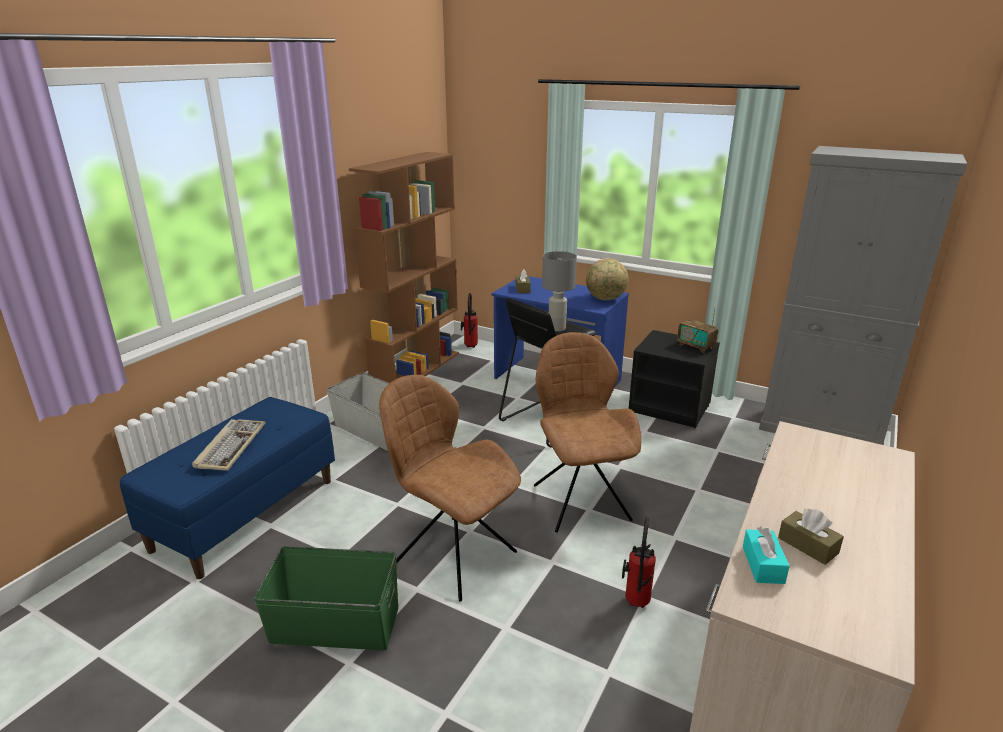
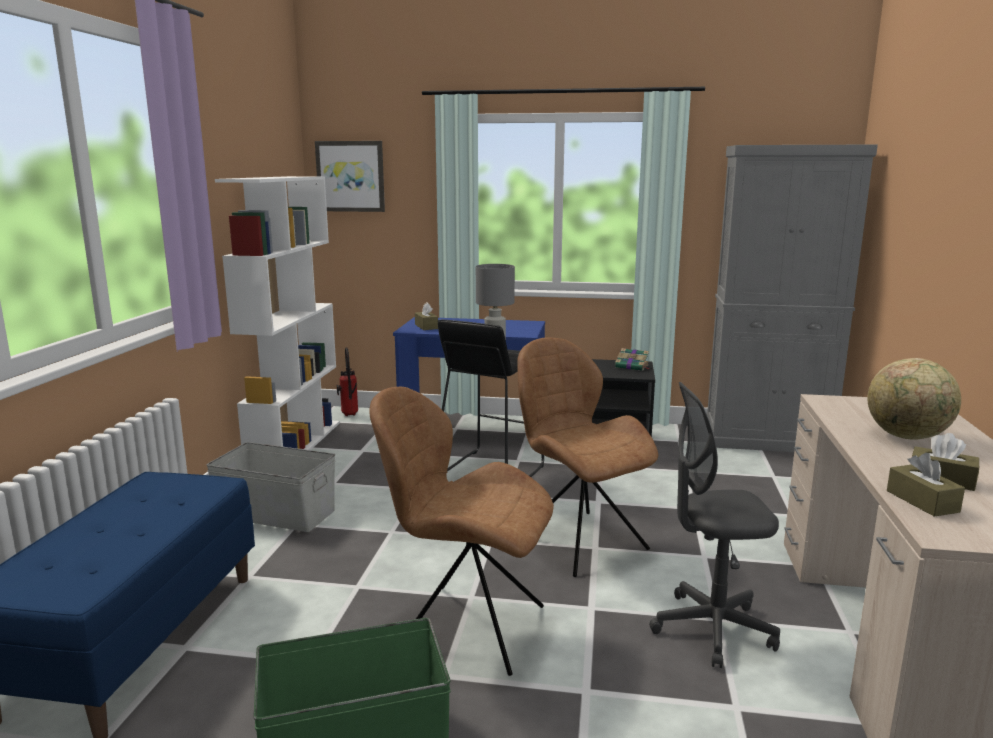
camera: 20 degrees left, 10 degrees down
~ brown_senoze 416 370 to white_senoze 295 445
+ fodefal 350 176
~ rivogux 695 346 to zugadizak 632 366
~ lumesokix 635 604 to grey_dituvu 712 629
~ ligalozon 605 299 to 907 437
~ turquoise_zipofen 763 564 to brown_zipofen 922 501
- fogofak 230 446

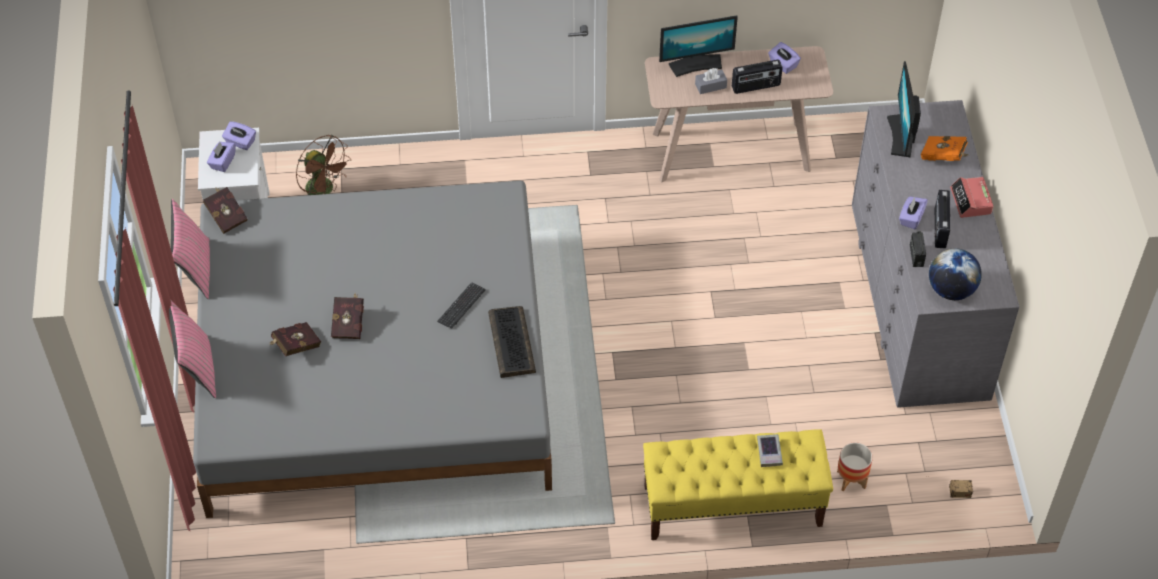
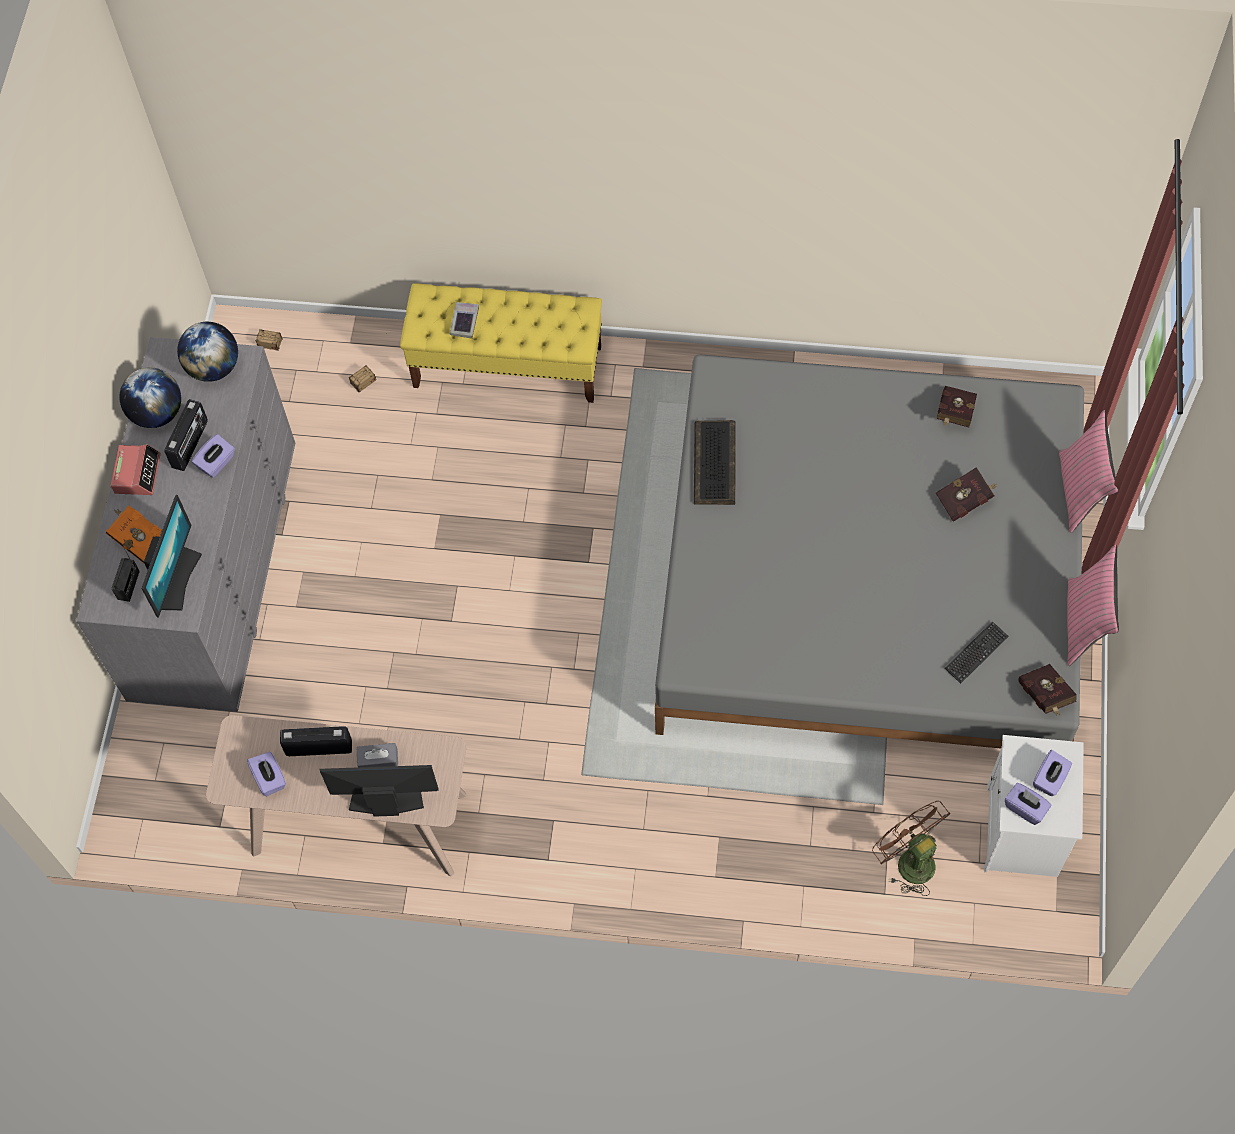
camera: 165 degrees left, 10 degrees up
~ rivogux 916 255 to 128 585
+ ligalozon 157 413
~ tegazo 851 479 to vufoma 375 373
~ red_zugadizak 349 323 to 954 415
~ fogofak 461 306 to 976 653

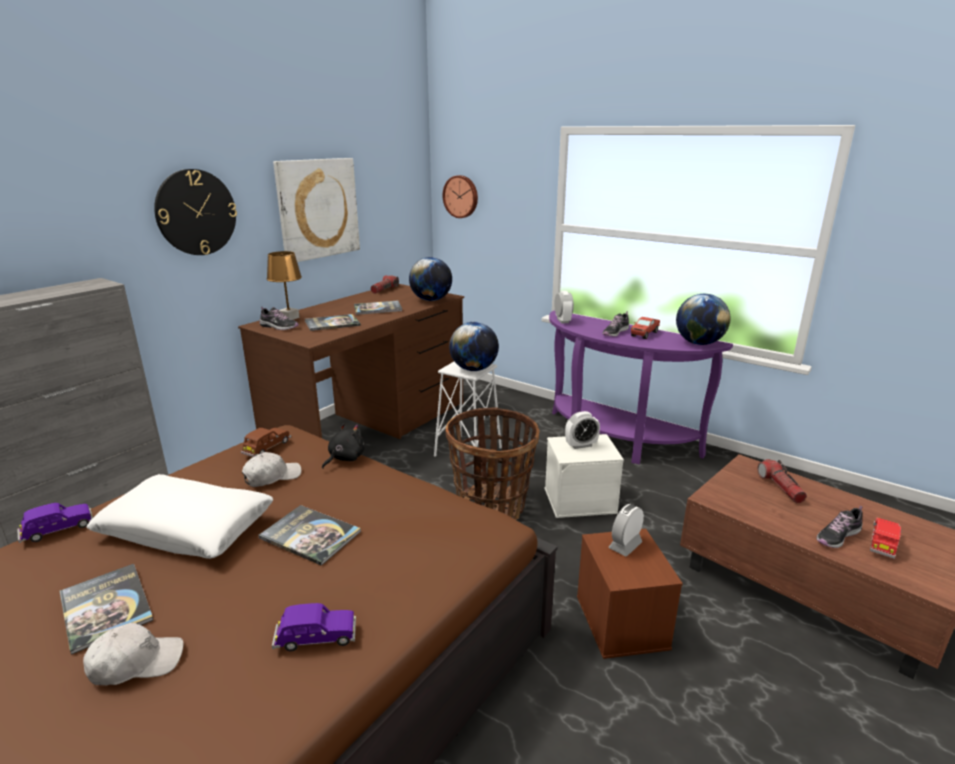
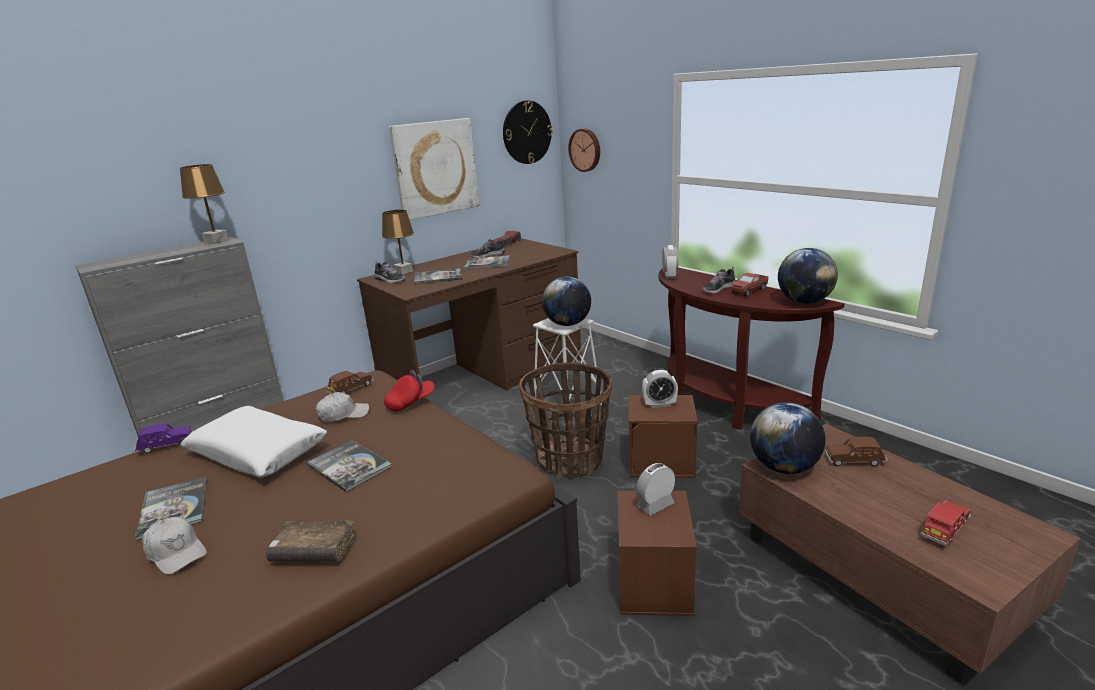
camera: 15 degrees right, 0 degrees up
~ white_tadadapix 136 663 = 176 552 45 degrees clockwise
+ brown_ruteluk 216 241
~ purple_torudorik 316 638 to brown_zugadizak 314 551
~ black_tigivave 345 458 to red_tadadapix 410 402
~ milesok 837 536 to 487 255
~ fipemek 196 212 to 527 132
~ white_vufoma 580 500 to brown_vufoma 662 461
~ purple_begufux 614 441 to brown_begufux 724 404
~ ligalozon 431 300 to 784 467
~ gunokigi 780 487 to brown_torudorik 854 461

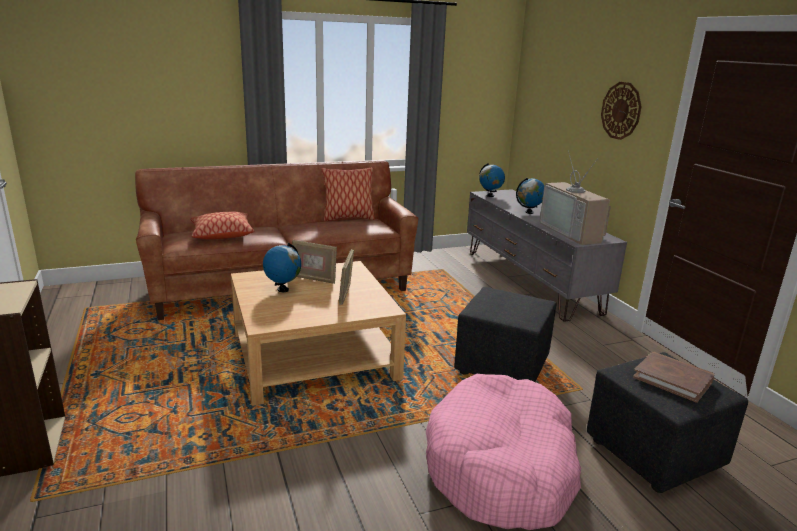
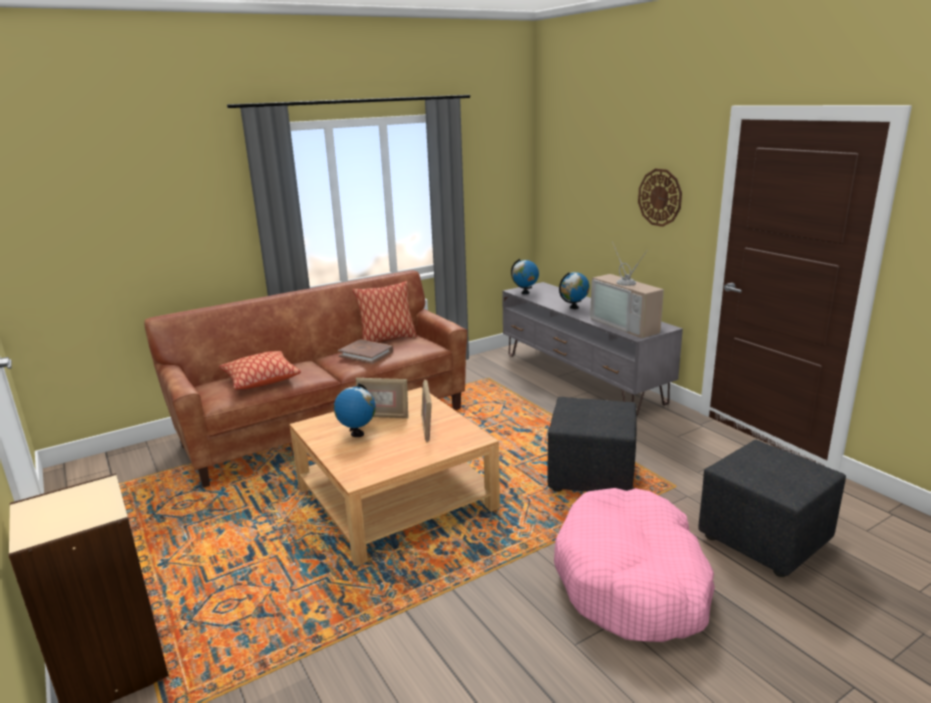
camera: 10 degrees left, 0 degrees up
~ brown_zugadizak 672 379 to 366 354

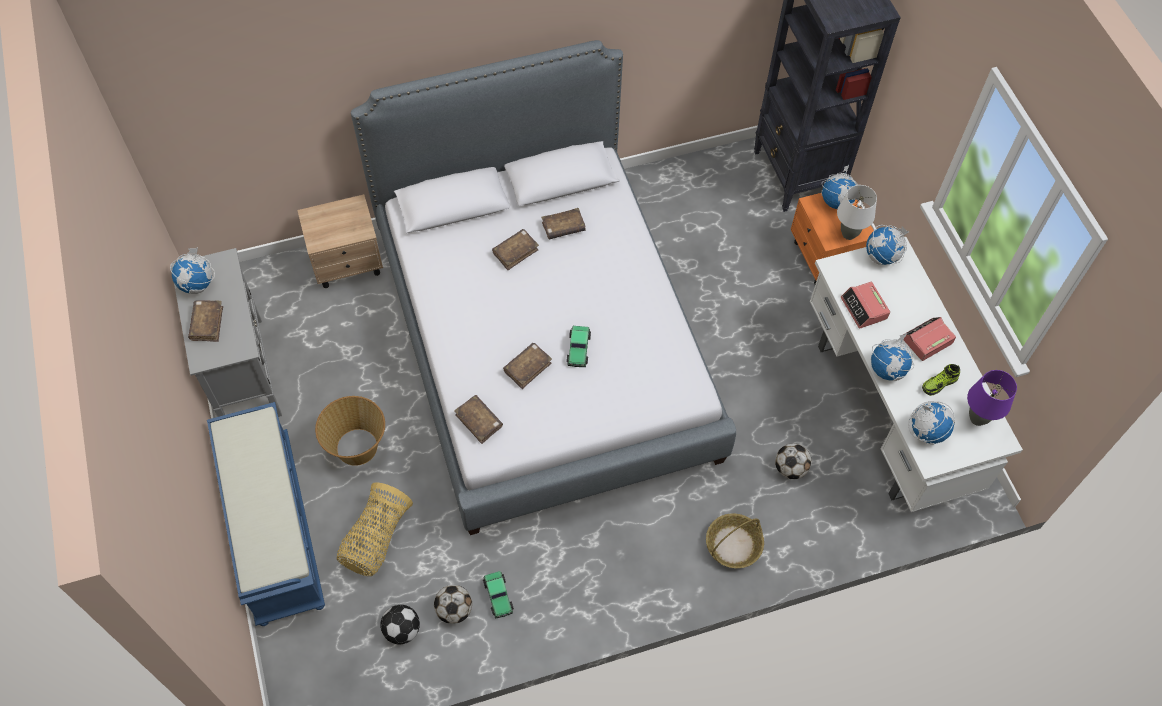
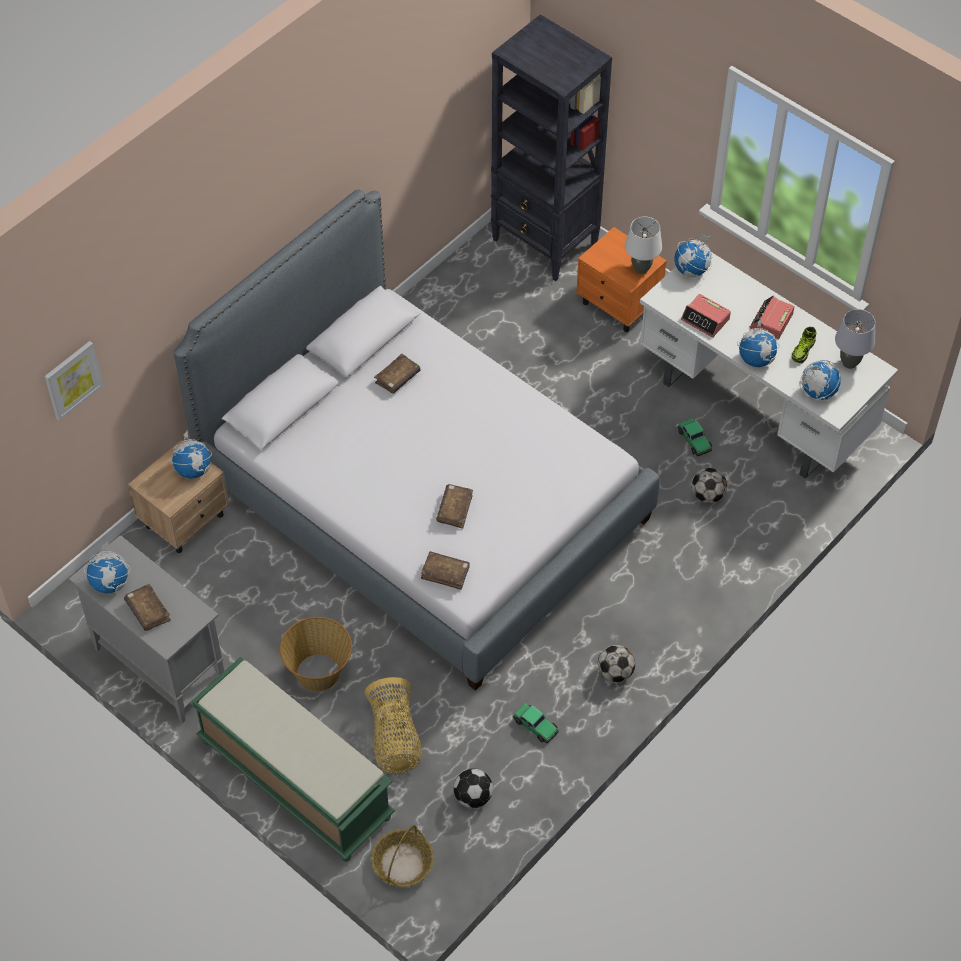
camera: 30 degrees left, 5 degrees down
+ fodefal 72 379
~ ligalozon 836 202 to 193 470
~ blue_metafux 273 528 to green_metafux 293 779
~ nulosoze 733 545 to 402 863
~ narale 454 610 to 615 673
~ torudorik 578 349 to 694 440
~ purple_ruteluk 977 418 to grey_ruteluk 849 363
- brown_zugadizak 515 252

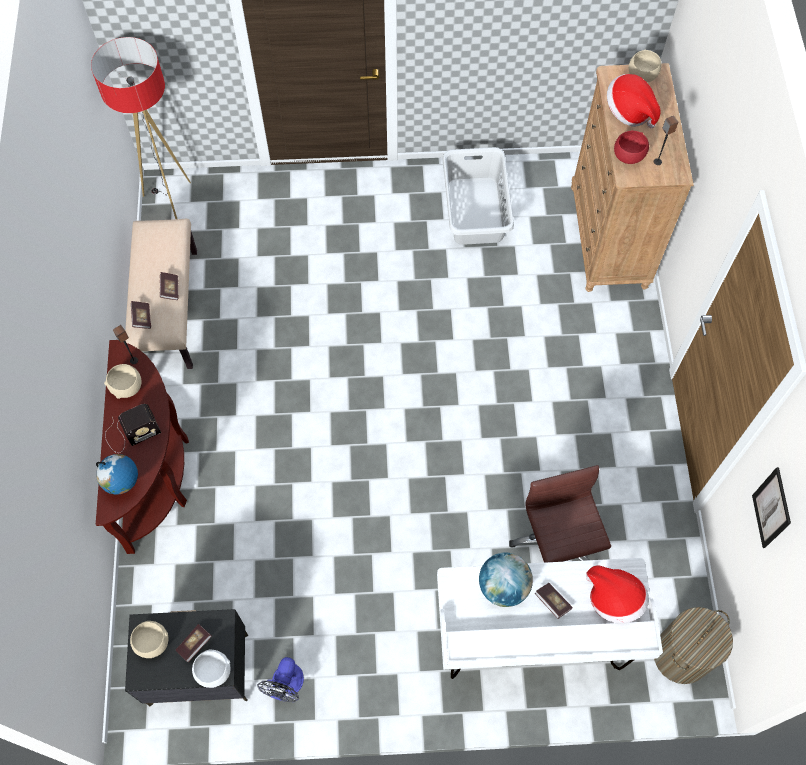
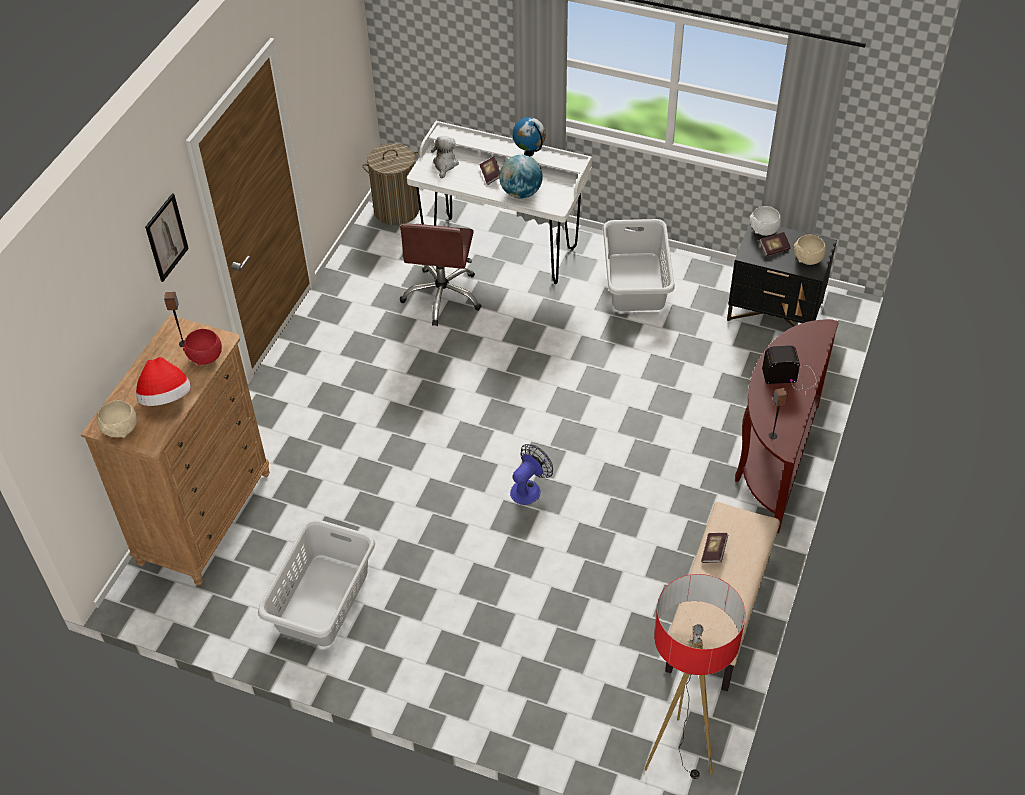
camera: 155 degrees left, 15 degrees down
~ fodefal 771 508 to 166 237
~ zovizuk 614 598 to tigivave 445 164
~ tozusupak 286 685 to 529 488
~ ligalozon 124 484 to 529 153
+ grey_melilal 635 282
- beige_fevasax 127 387
- zugadizak 142 318

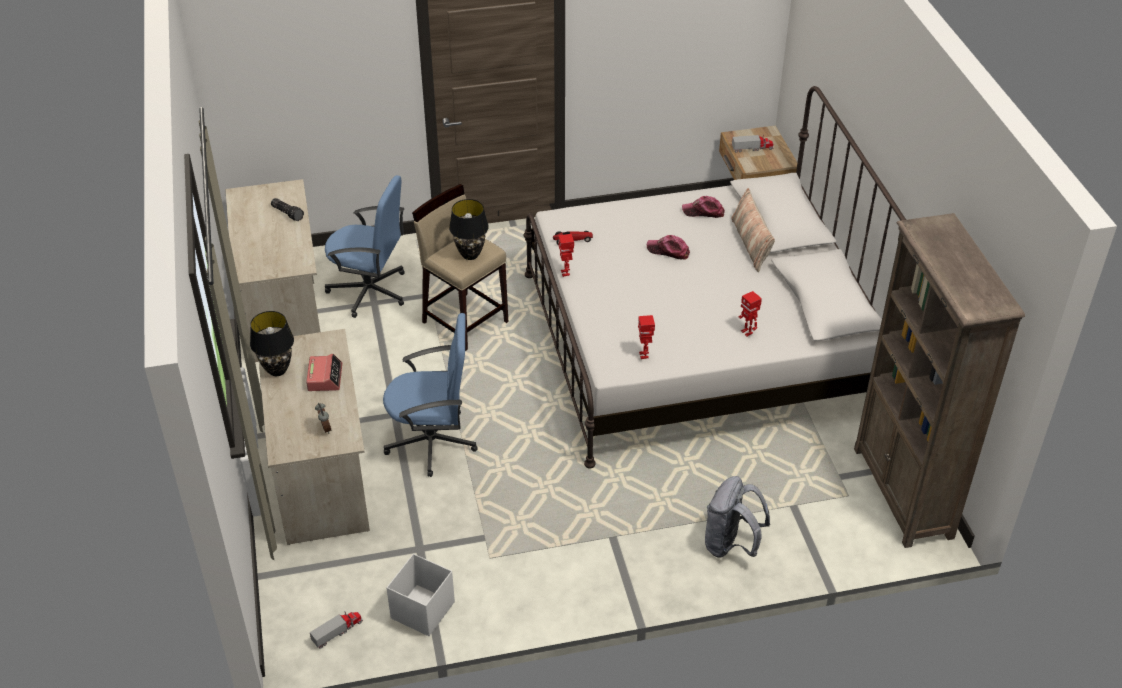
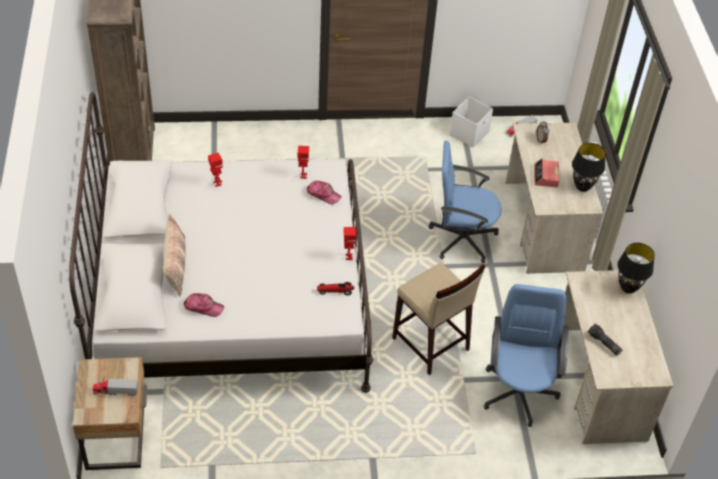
camera: 175 degrees left, 5 degrees up
~ tadadapix 668 251 to 323 194
~ blue_dituvu 370 291 = 518 392 75 degrees clockwise
~ black_ruteluk 470 255 to 628 287
- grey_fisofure 731 545

